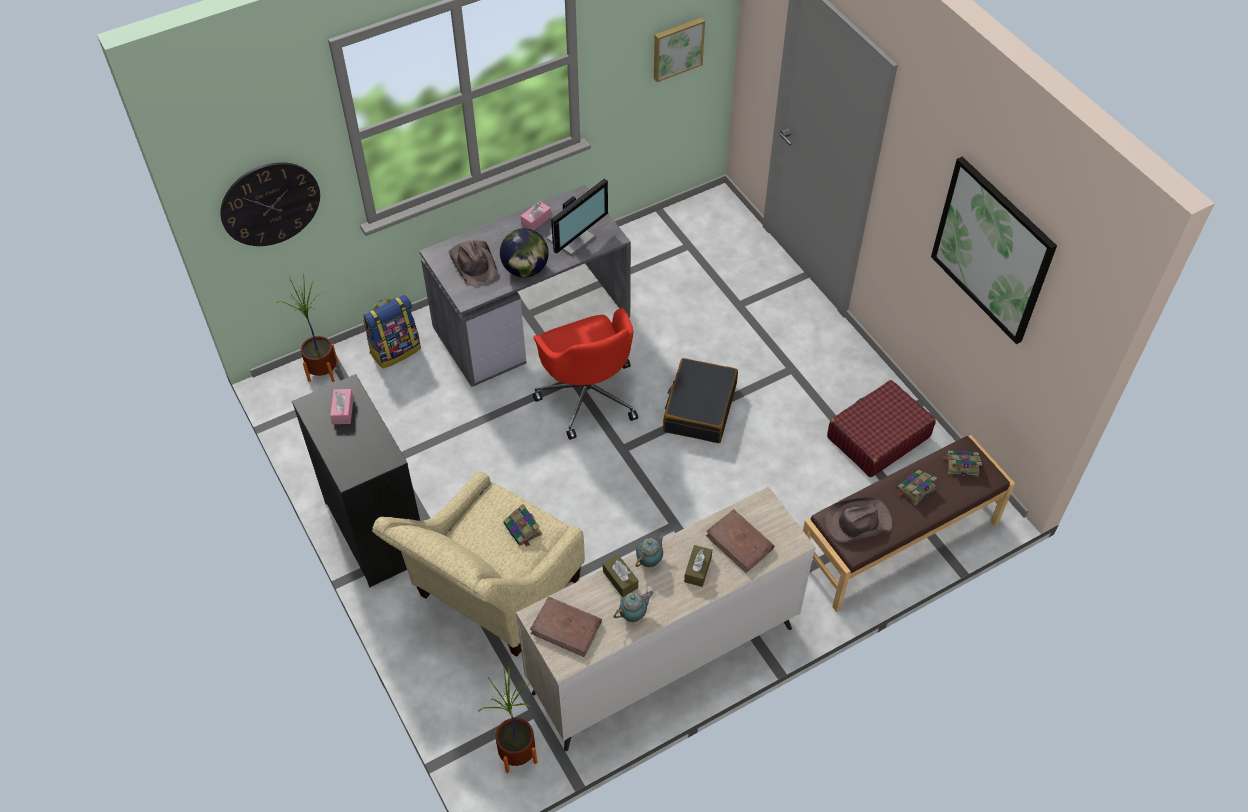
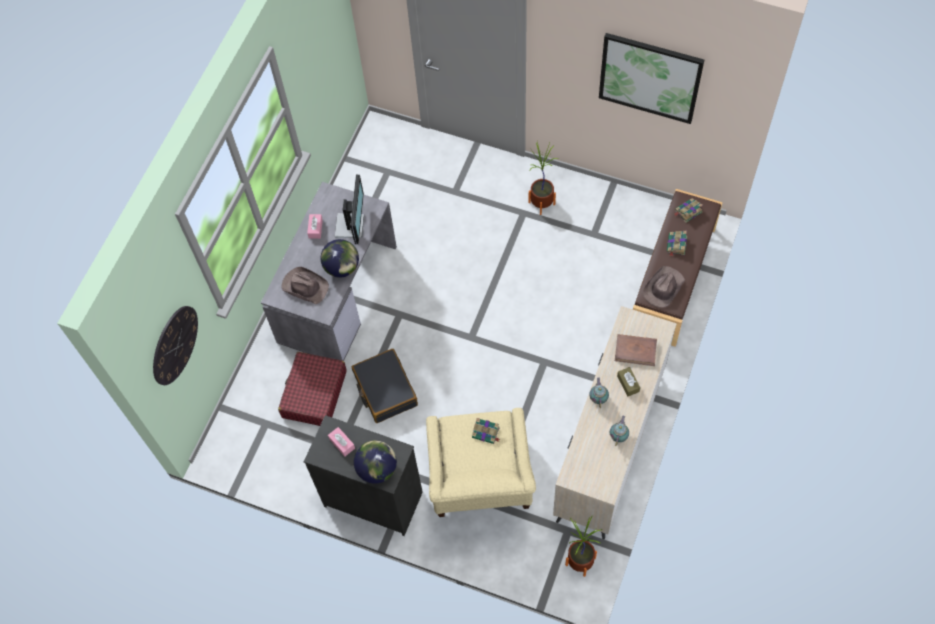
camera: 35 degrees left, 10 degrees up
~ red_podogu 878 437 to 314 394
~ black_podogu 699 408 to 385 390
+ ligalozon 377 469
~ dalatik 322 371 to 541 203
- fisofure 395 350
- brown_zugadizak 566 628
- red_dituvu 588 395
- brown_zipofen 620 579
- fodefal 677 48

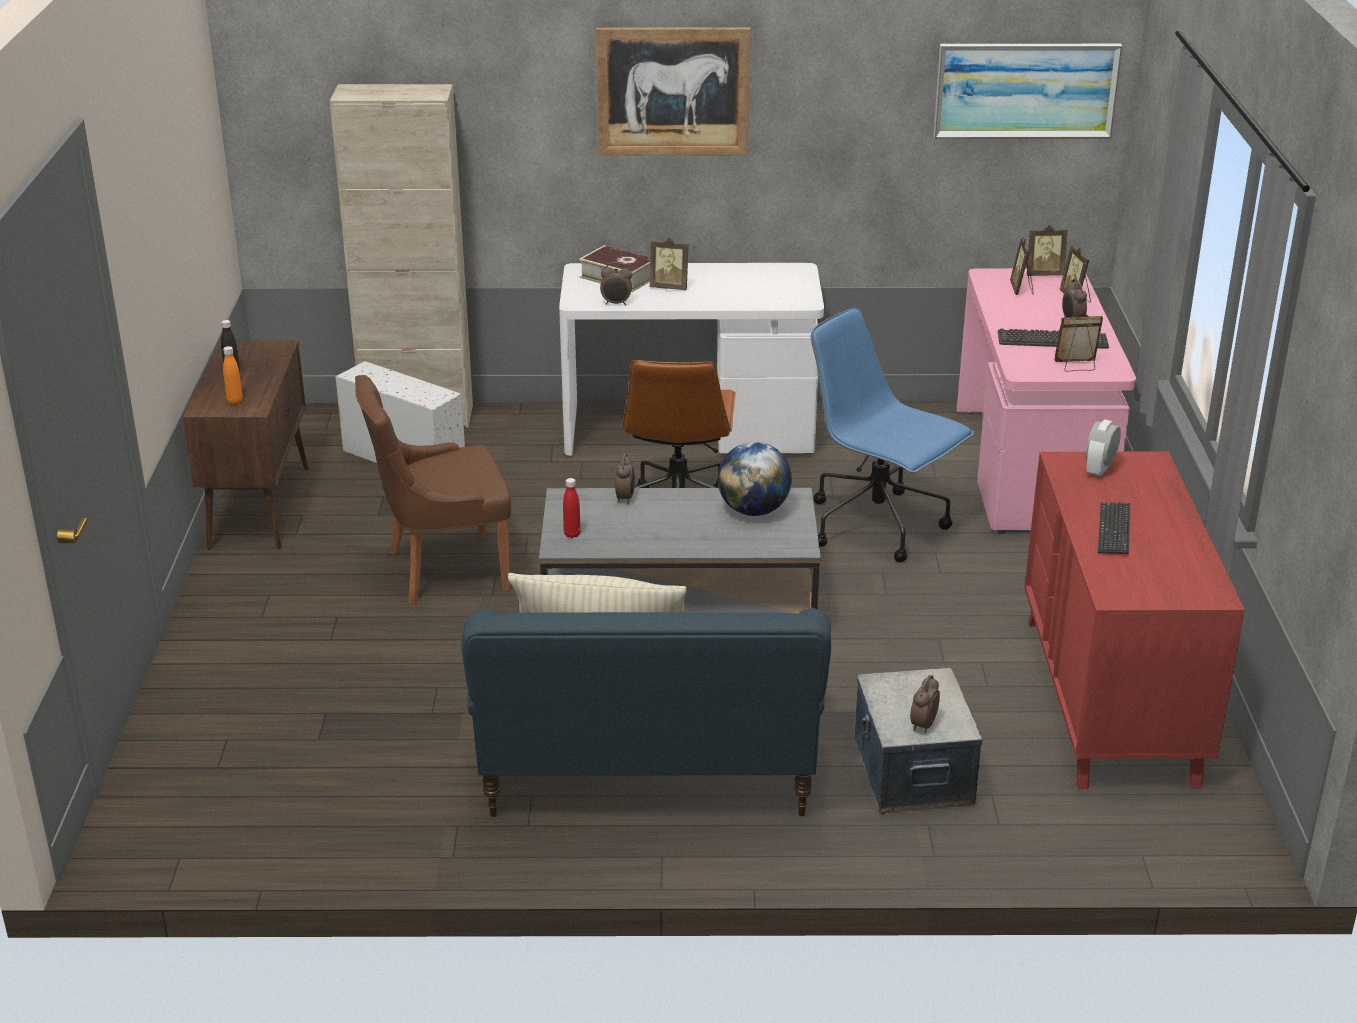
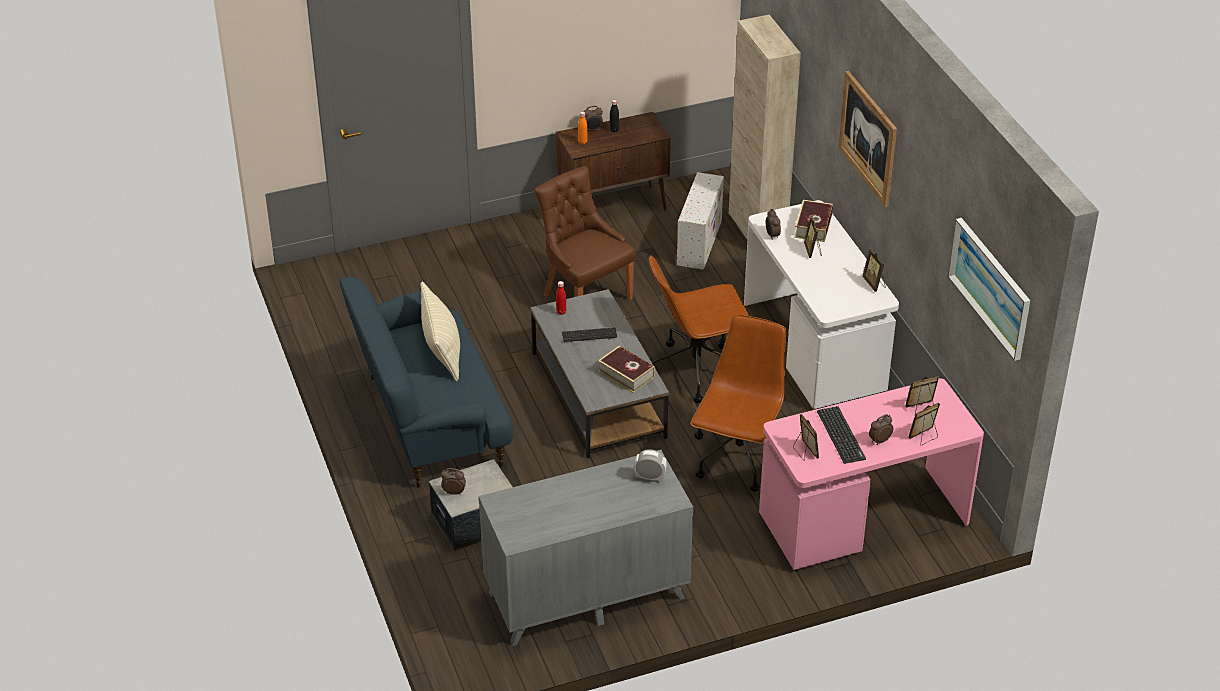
camera: 70 degrees right, 10 degrees up
~ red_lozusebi 1109 700 to grey_lozusebi 585 595
~ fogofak 1113 530 to 589 335
~ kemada 625 498 to 592 130
~ ligalozon 753 510 to zugadizak 626 374
~ blue_dituvu 879 526 to brown_dituvu 738 459
~ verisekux 1043 274 to 874 284

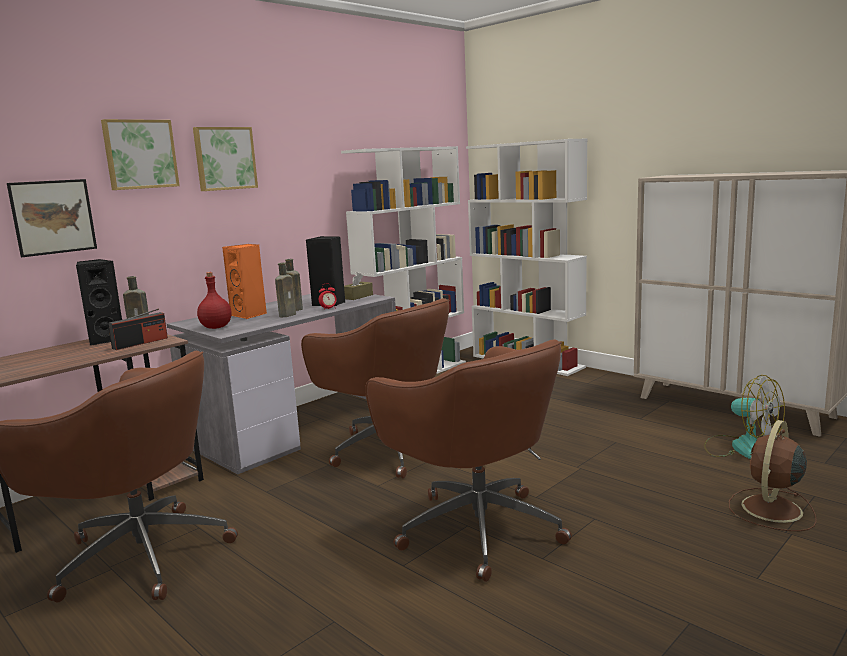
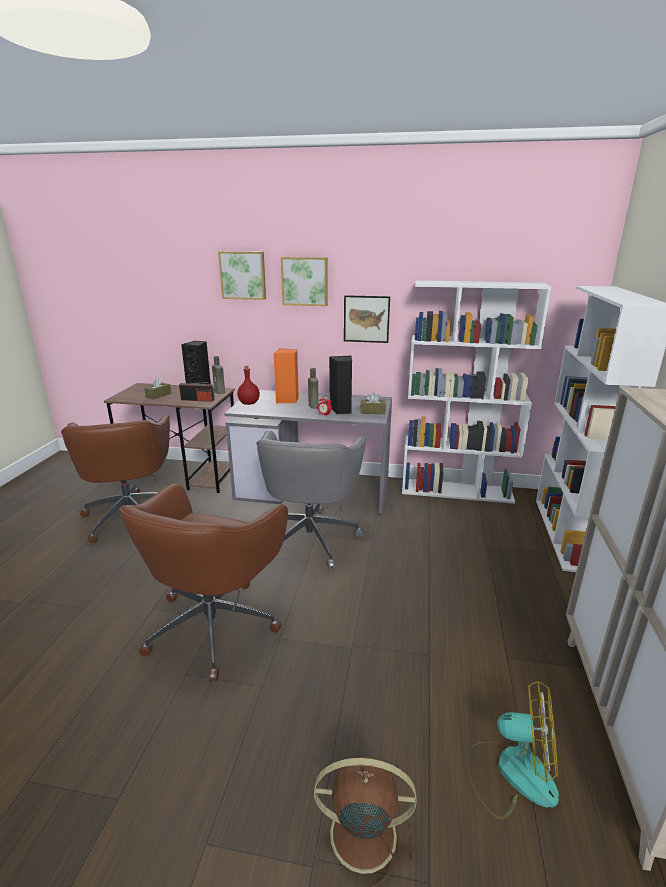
camera: 55 degrees right, 10 degrees up
+ brown_zipofen 158 395
~ brown_dituvu 390 448 to grey_dituvu 310 537
~ fodefal 53 217 to 366 319
~ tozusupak 741 447 = 511 772 90 degrees counterclockwise
- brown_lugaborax 288 315

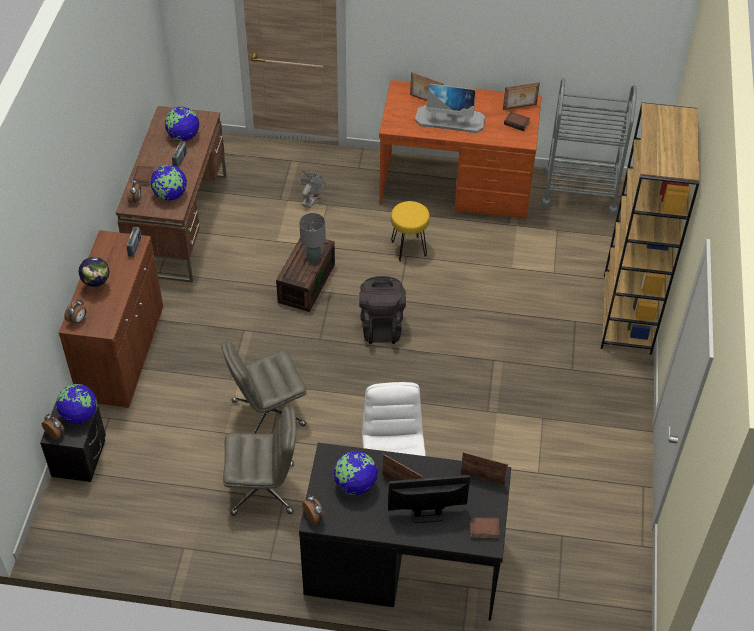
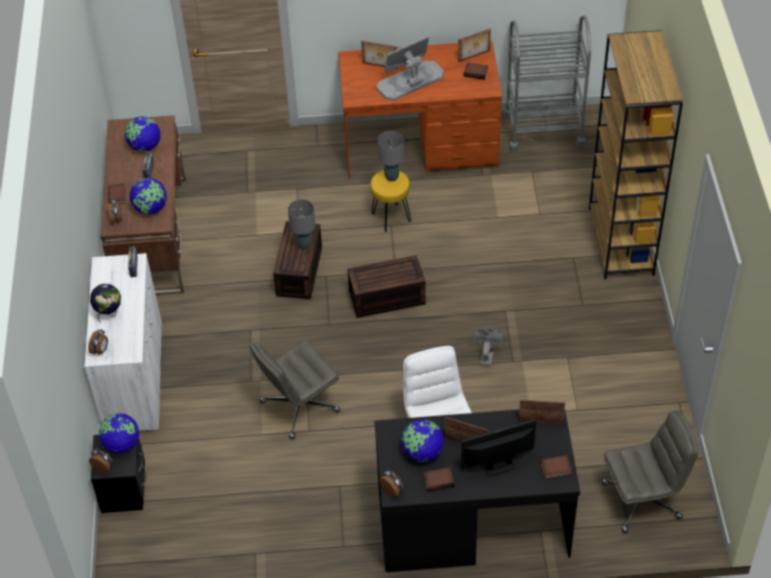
camera: 10 degrees left, 0 degrees up
~ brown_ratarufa 122 353 to white_ratarufa 134 377
~ black_fisofure 381 325 to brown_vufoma 386 299
~ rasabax 450 120 = 410 81 150 degrees clockwise
+ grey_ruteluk 391 177
+ zugadizak 439 480
~ grey_tozusupak 311 199 to 487 355
~ grey_dituvu 264 489 to 642 500

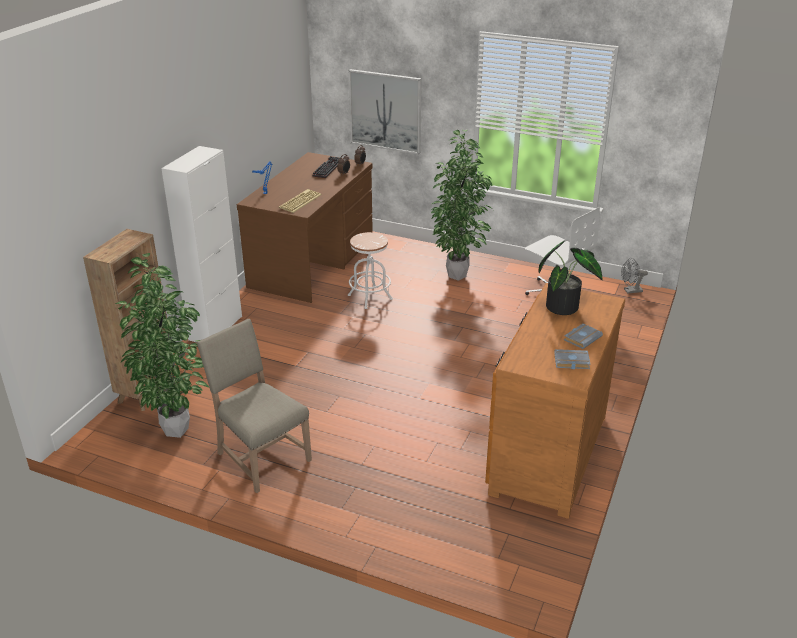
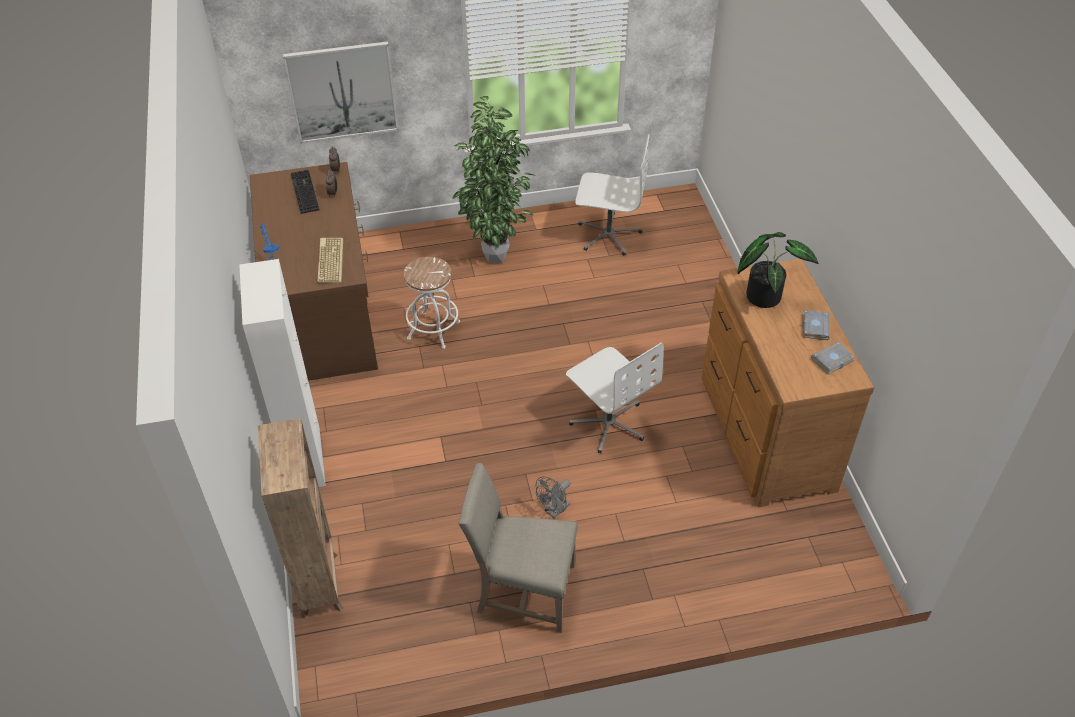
camera: 35 degrees left, 15 degrees up
~ grey_tozusupak 630 291 to 554 510
+ white_dituvu 609 423
- dalatik 178 428

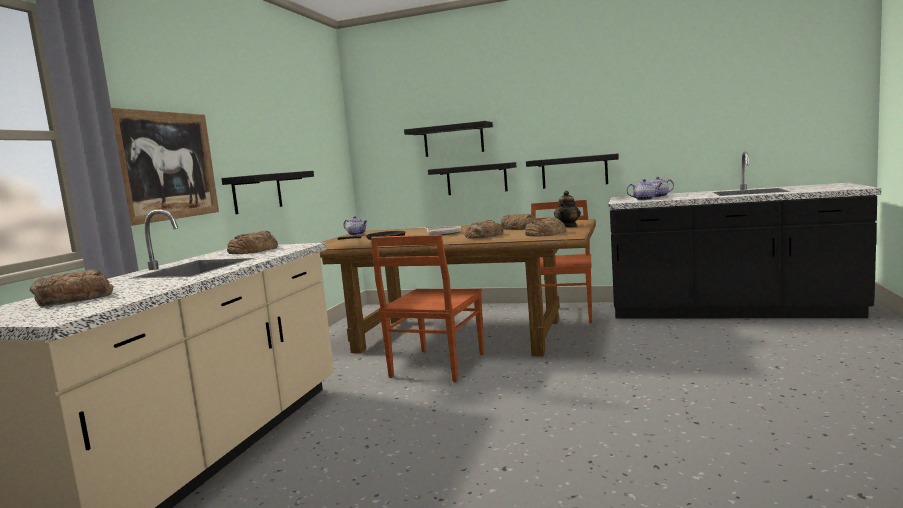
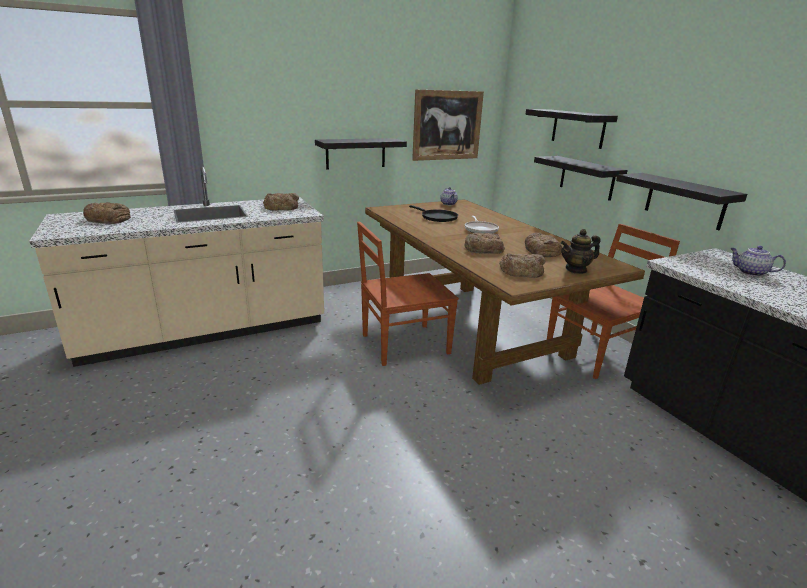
camera: 45 degrees right, 15 degrees up
~ fodefal 166 166 to 447 125
- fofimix 645 199

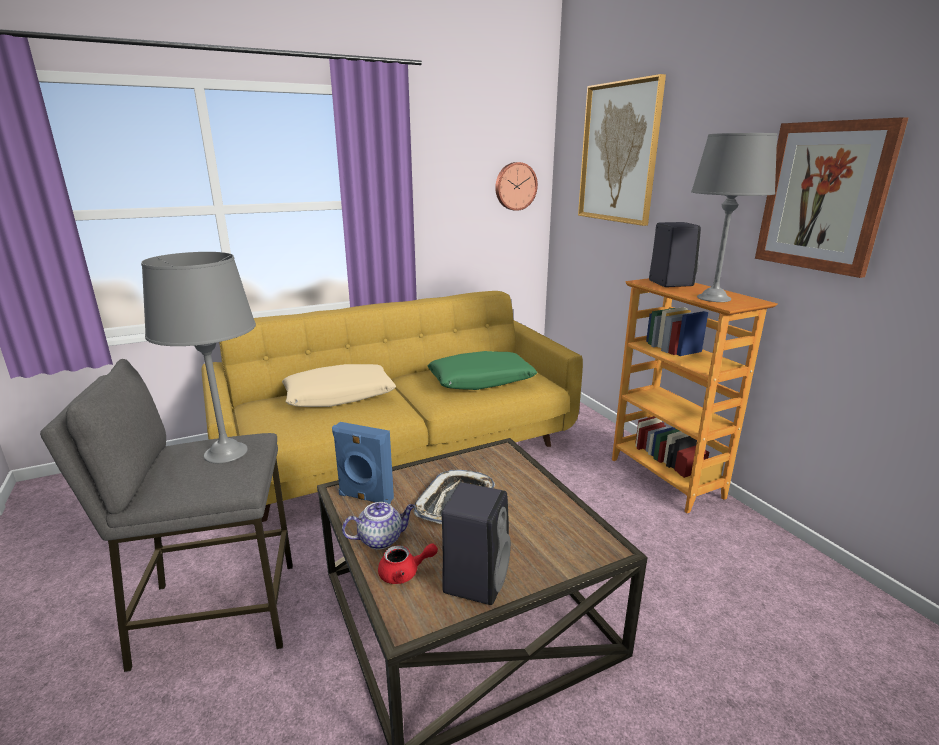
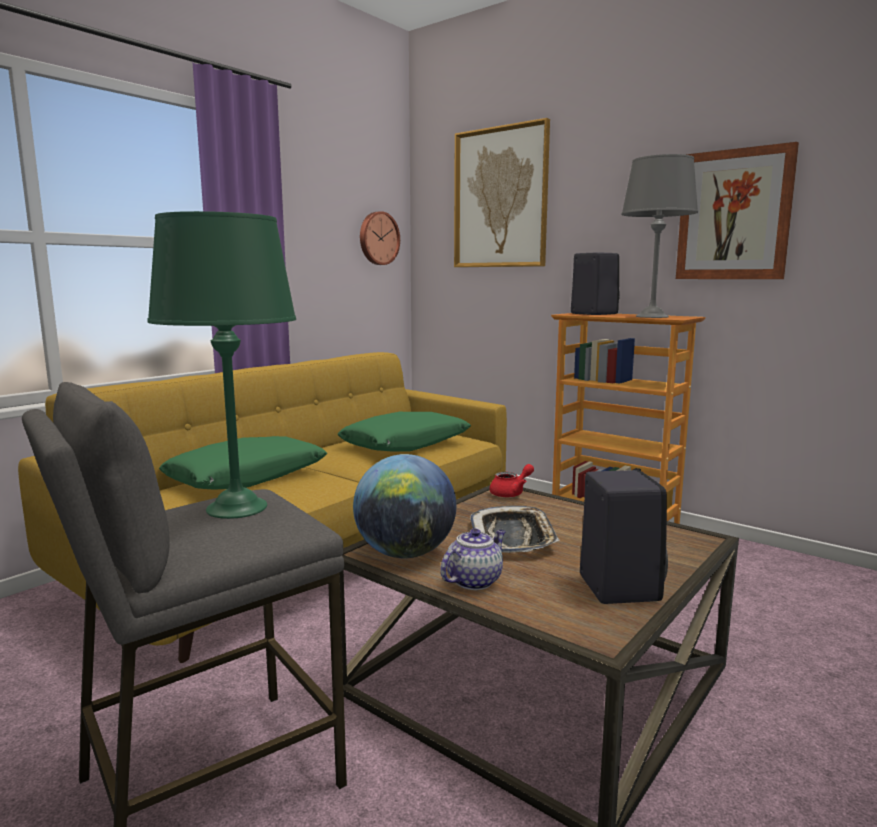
camera: 25 degrees left, 10 degrees down
~ grey_ruteluk 226 452 to green_ruteluk 238 508
~ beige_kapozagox 339 396 to green_kapozagox 247 477
~ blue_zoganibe 365 498 to ligalozon 405 553
~ red_fofimix 405 573 to 511 493

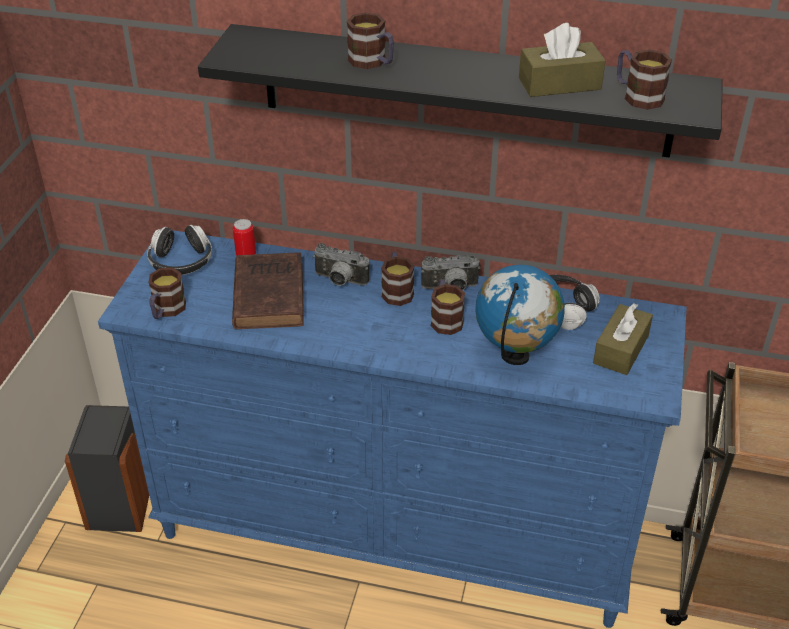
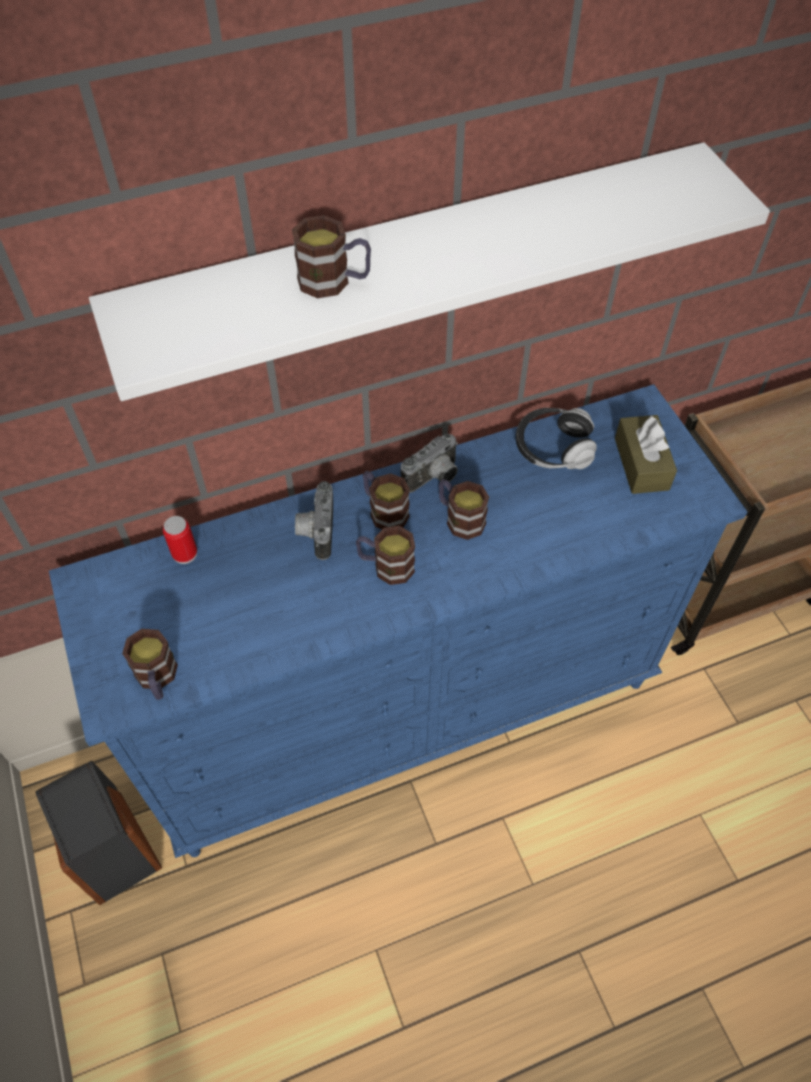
camera: 35 degrees left, 15 degrees up
~ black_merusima 464 91 to white_merusima 417 262
~ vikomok 339 281 = 315 531 105 degrees clockwise
~ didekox 637 96 to 386 566
- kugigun 181 262
- brown_zugadizak 269 294
- ligalozon 515 356
- brown_zipofen 559 84

